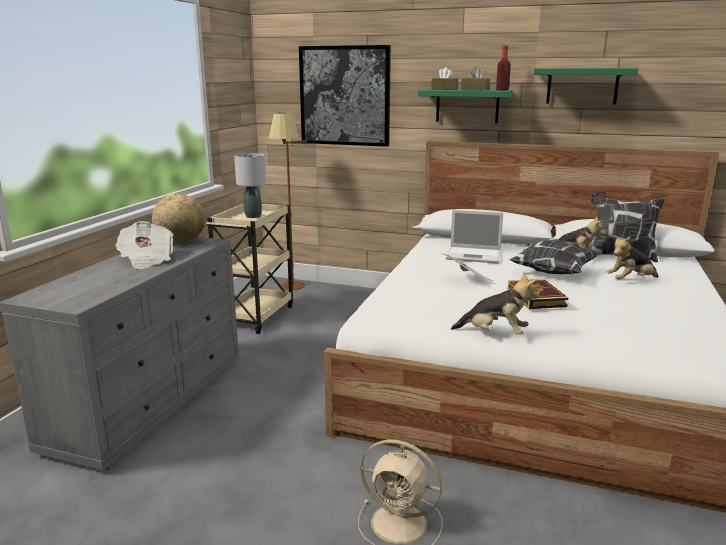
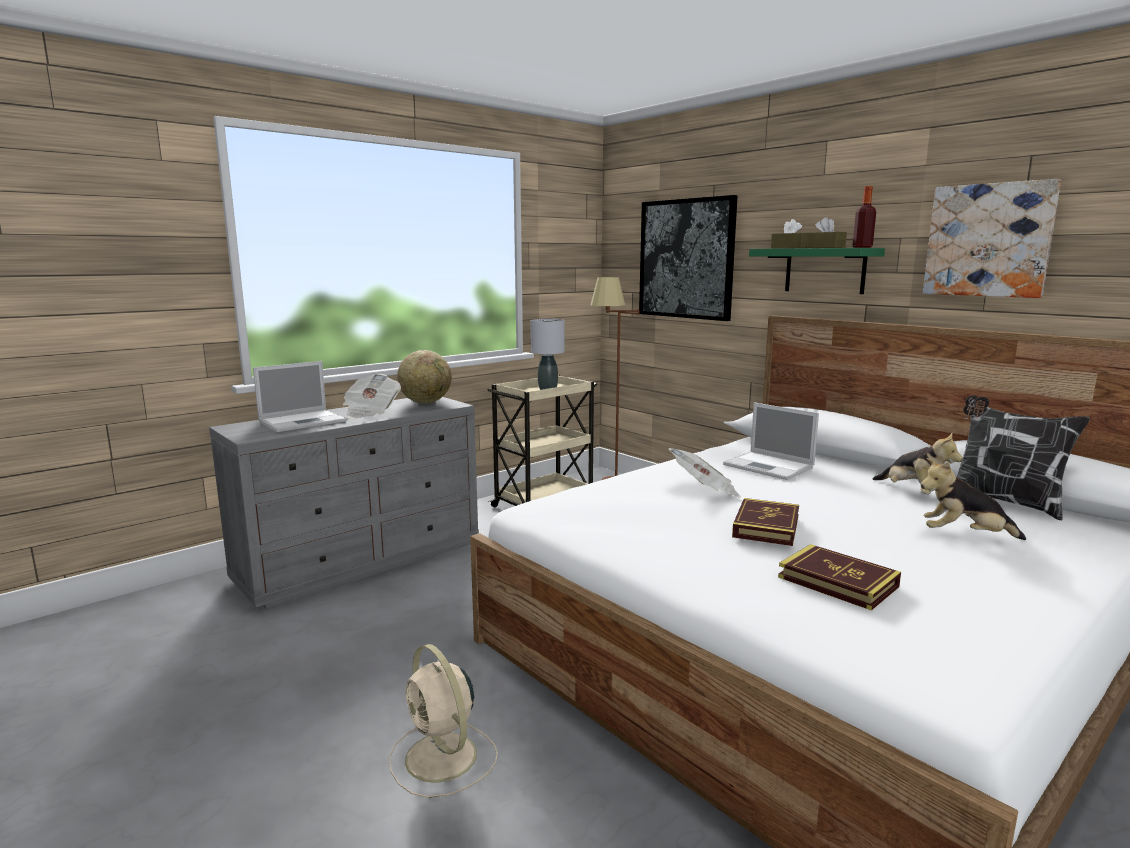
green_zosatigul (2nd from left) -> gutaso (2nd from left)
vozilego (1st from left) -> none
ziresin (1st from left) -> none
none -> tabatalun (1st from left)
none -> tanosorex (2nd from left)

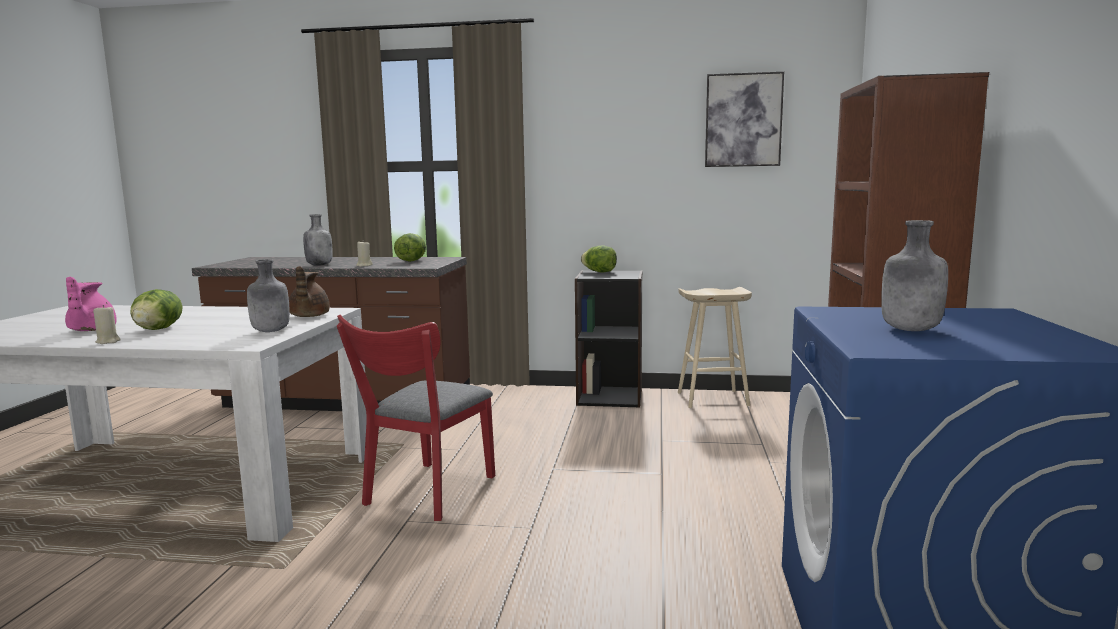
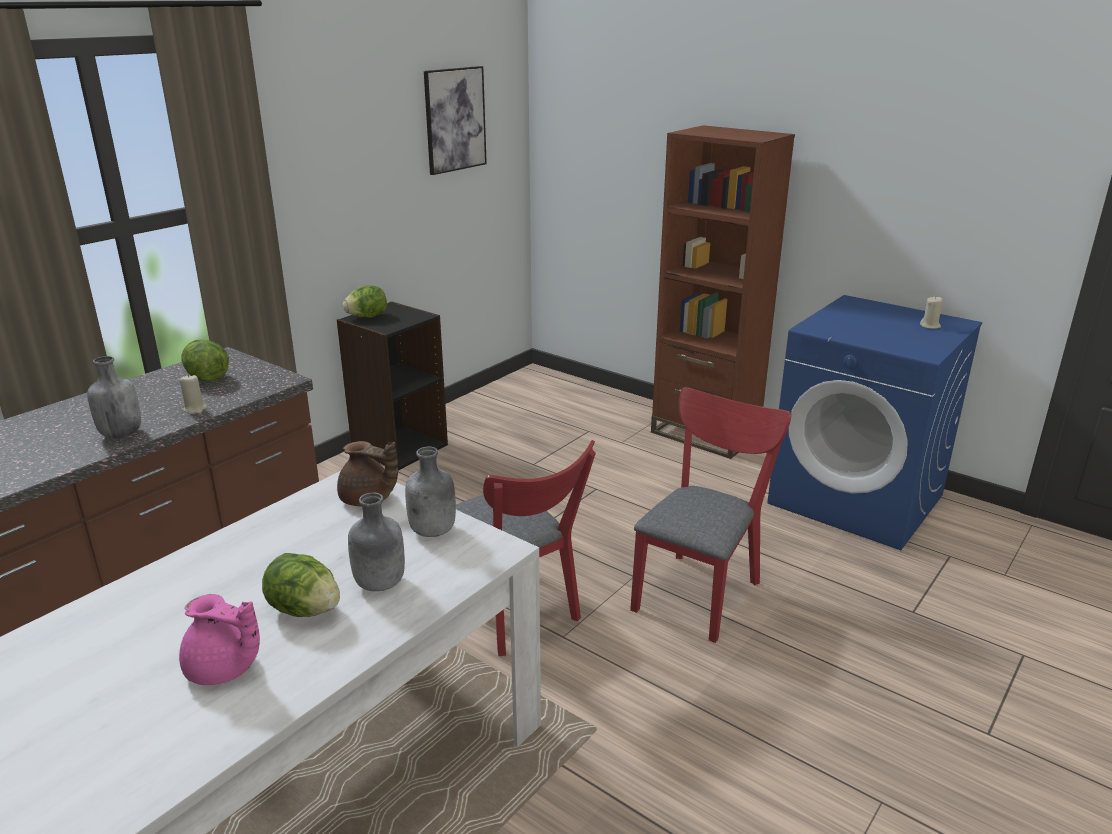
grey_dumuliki (3rd from left in the first image) -> grey_dumuliki (2nd from left), moved
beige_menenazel -> none
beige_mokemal (1st from left in the first image) -> beige_mokemal (2nd from left), moved
none -> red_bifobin (2nd from left)

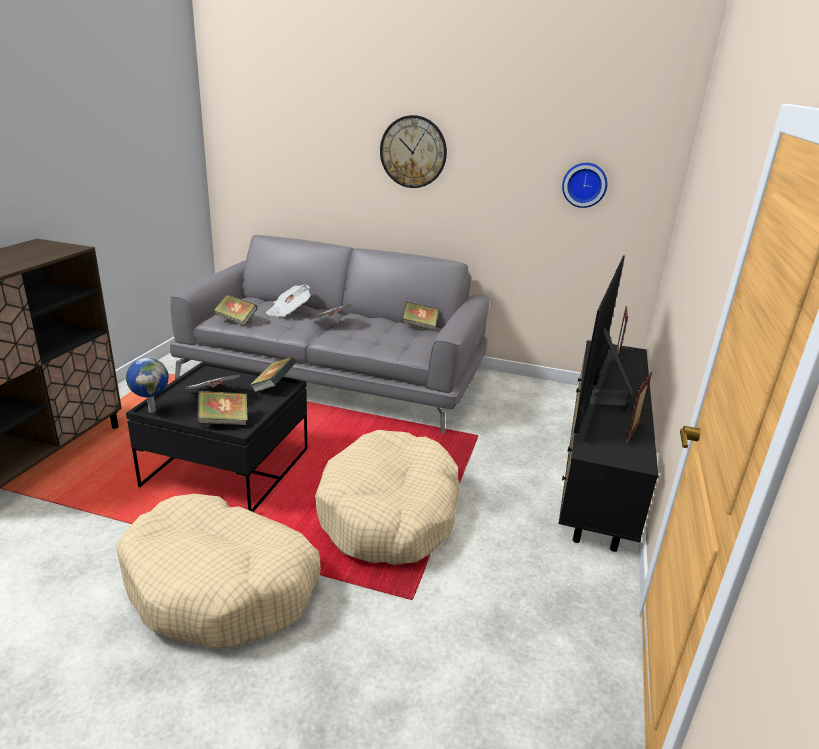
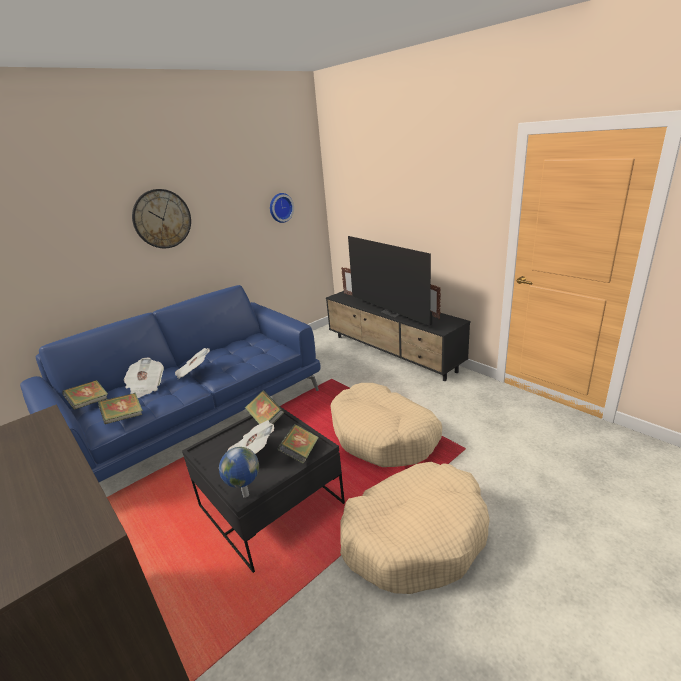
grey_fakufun -> blue_fakufun
tanosorex (4th from left in the first image) -> tanosorex (1st from left), moved

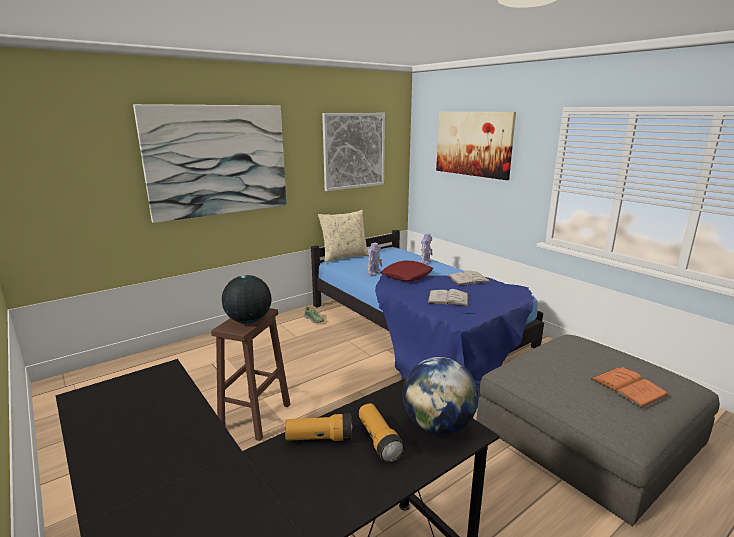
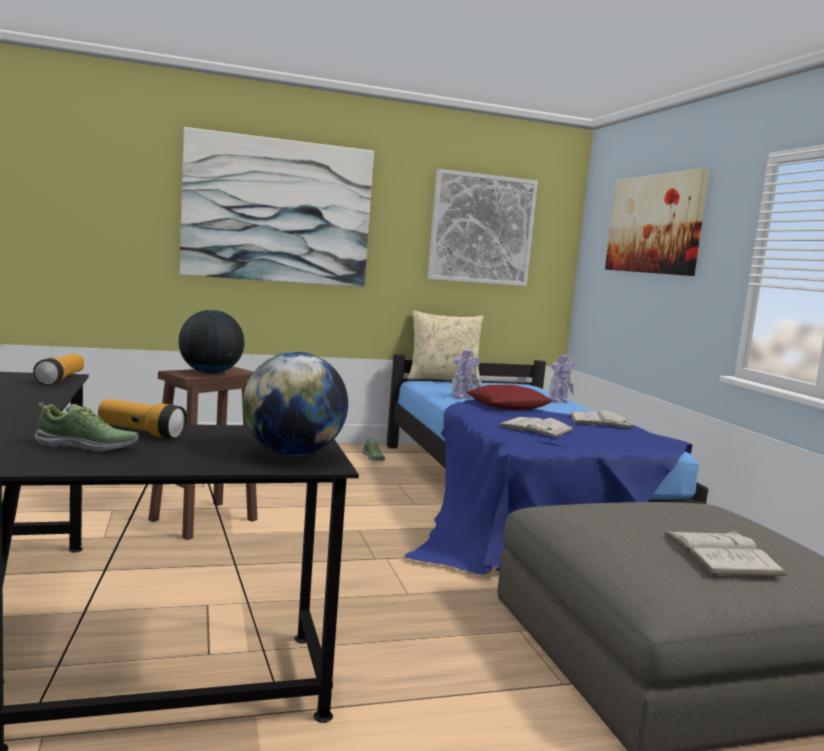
orange_tanosorex -> white_tanosorex (3rd from left)
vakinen (2nd from left in the first image) -> vakinen (1st from left), moved
none -> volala (1st from left)

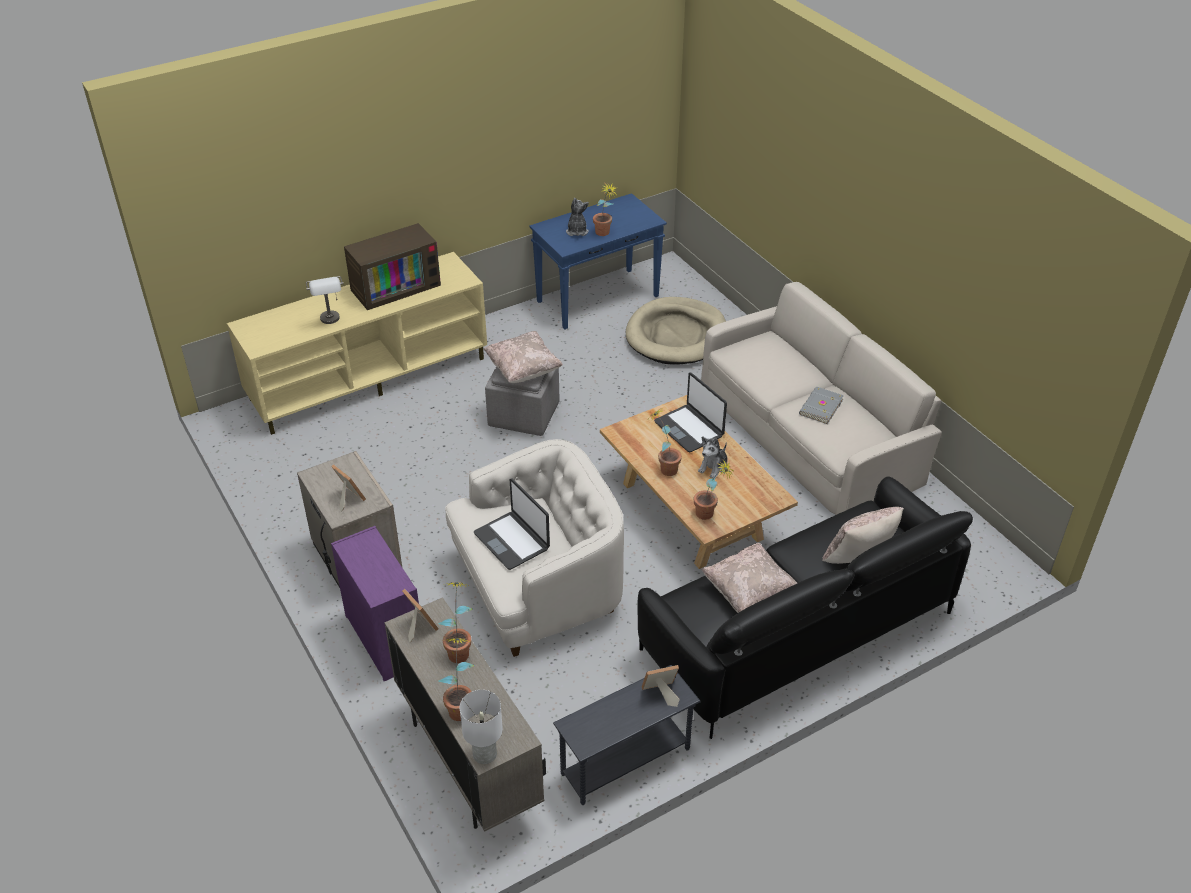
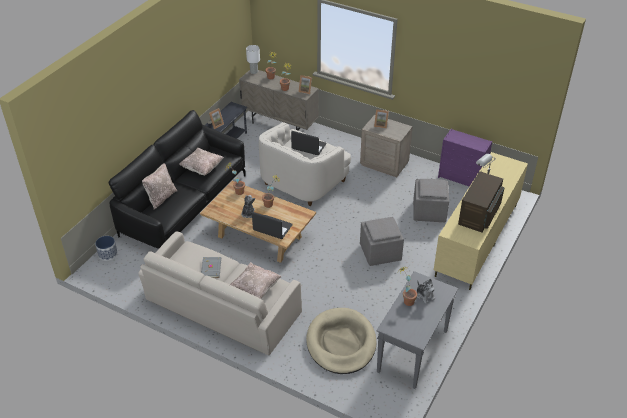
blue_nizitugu -> grey_nizitugu
beige_vozilego (1st from left in the first image) -> beige_vozilego (3rd from left), moved
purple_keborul, moved
none -> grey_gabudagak (2nd from left)
none -> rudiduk

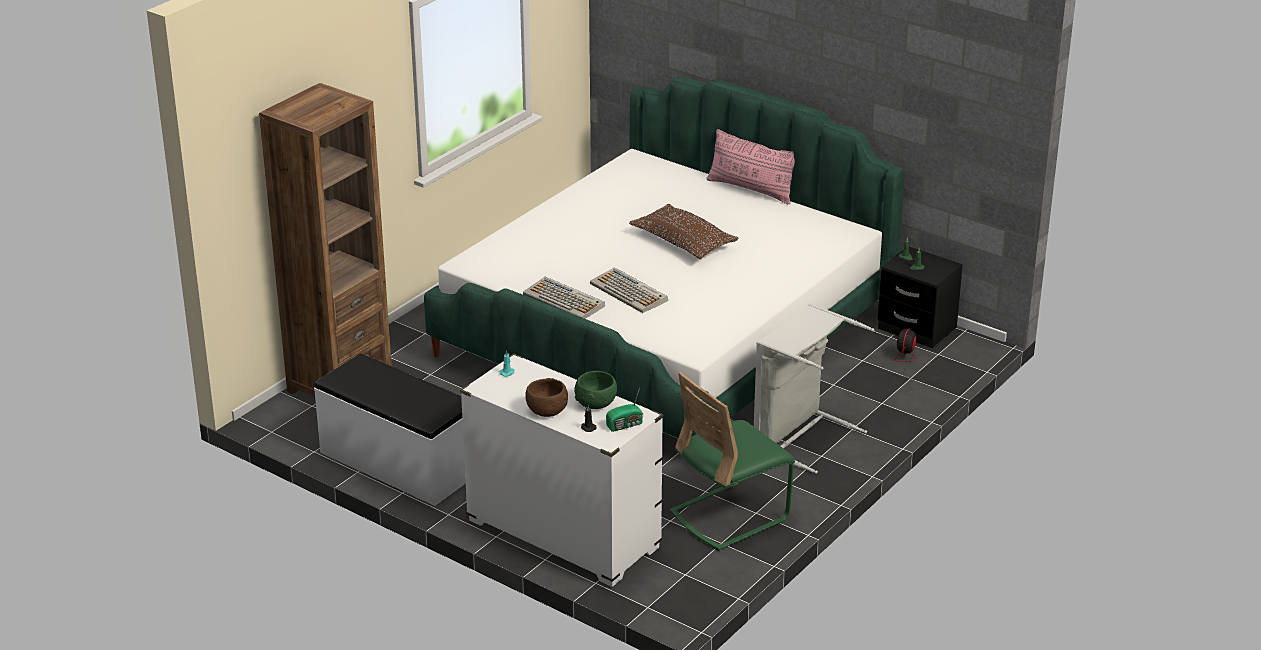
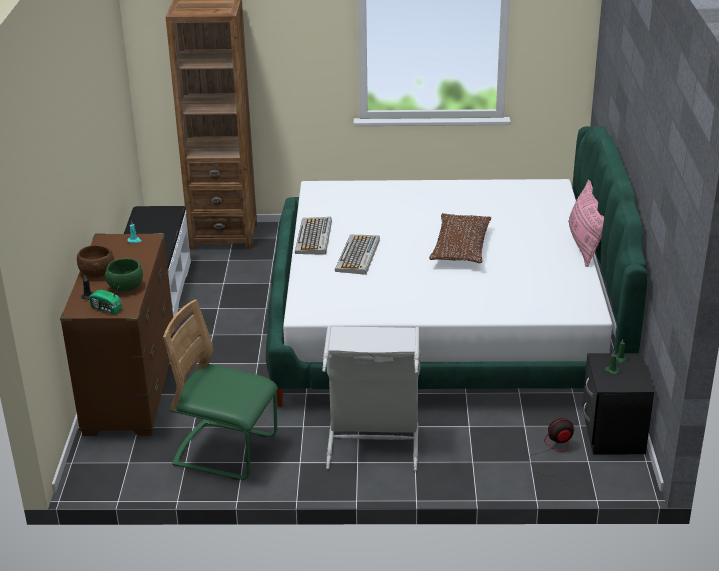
white_keborul -> brown_keborul

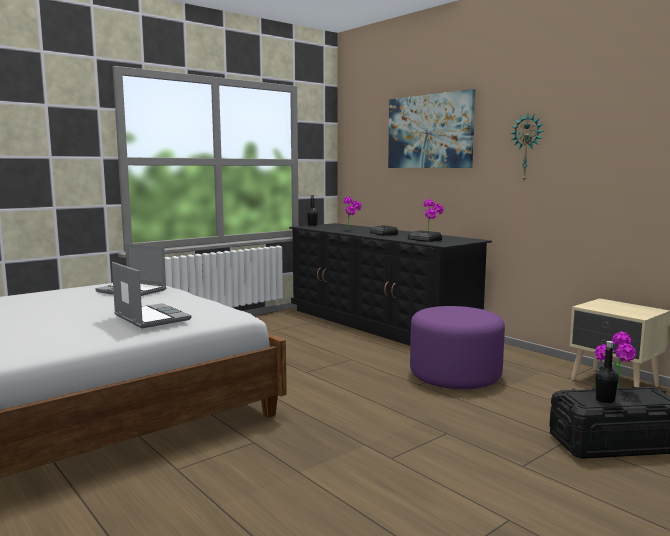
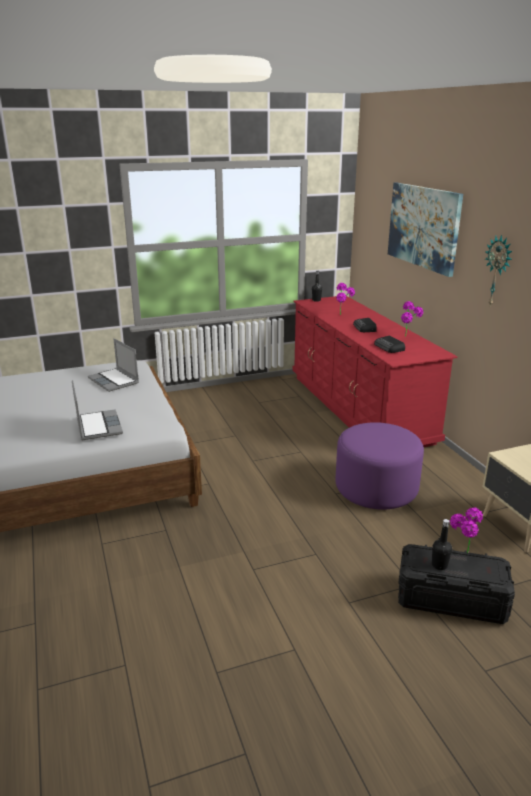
black_keborul -> red_keborul

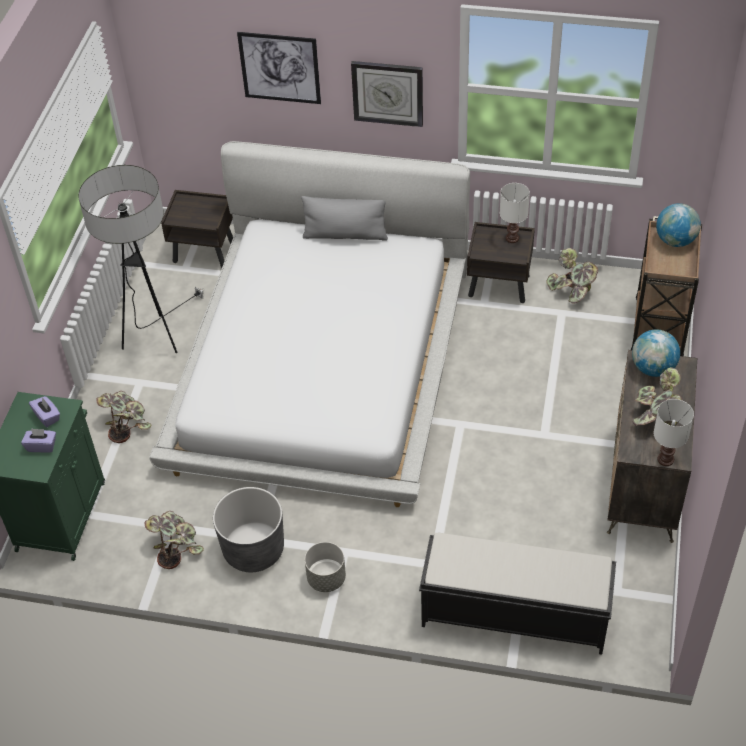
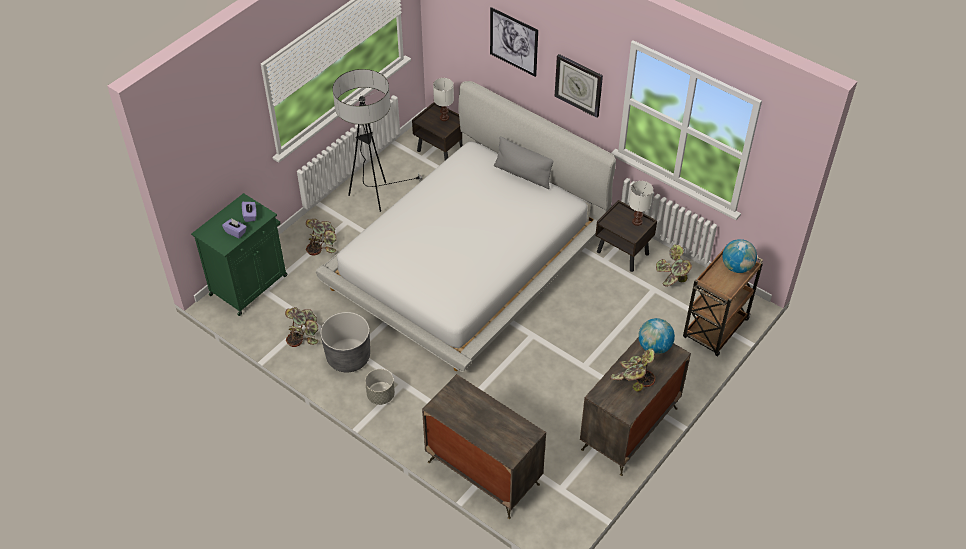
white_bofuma (2nd from left in the first image) -> white_bofuma (1st from left), moved
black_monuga -> keborul (1st from left)

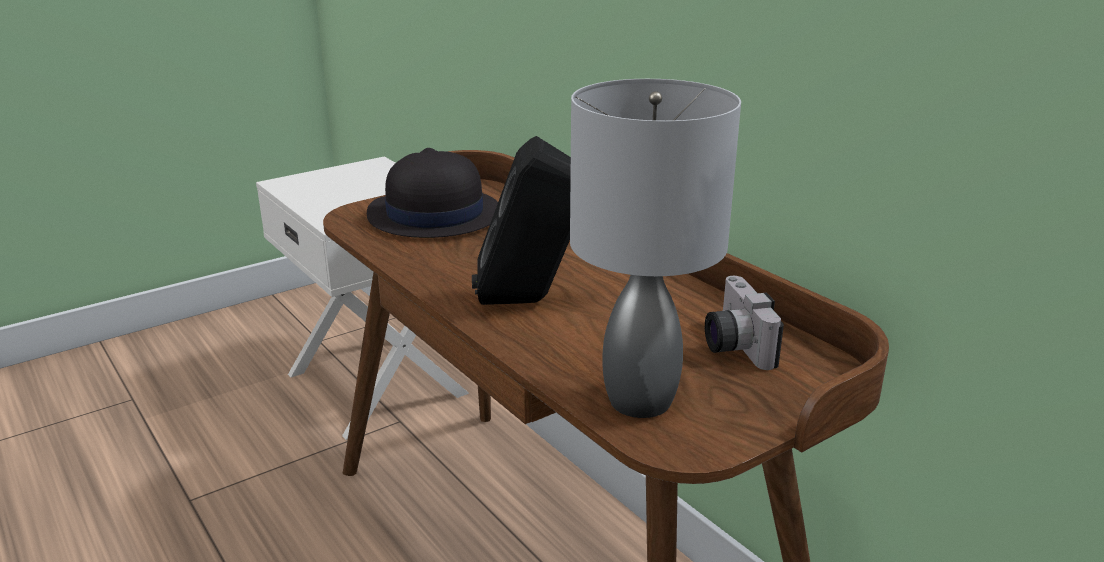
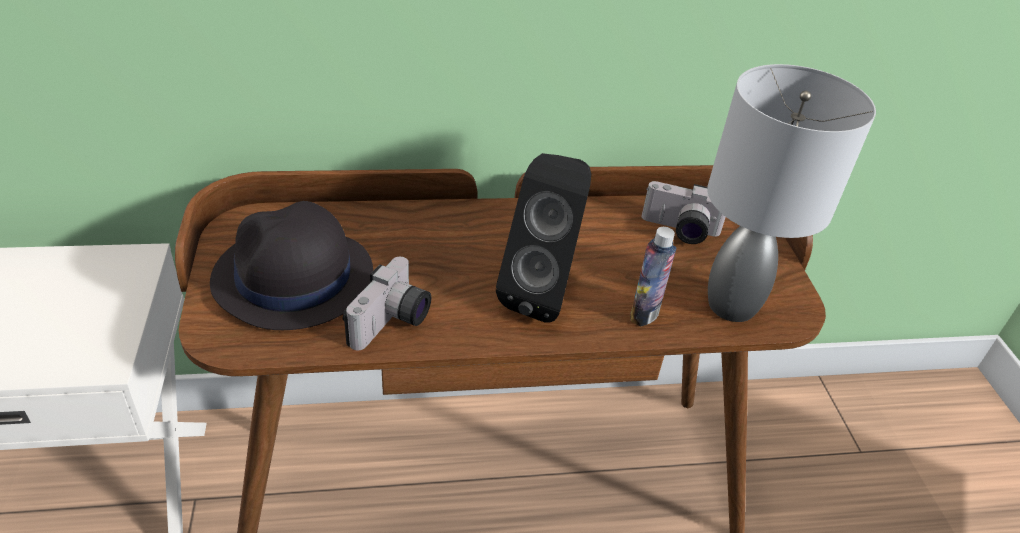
none -> dumuliki
none -> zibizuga (1st from left)

